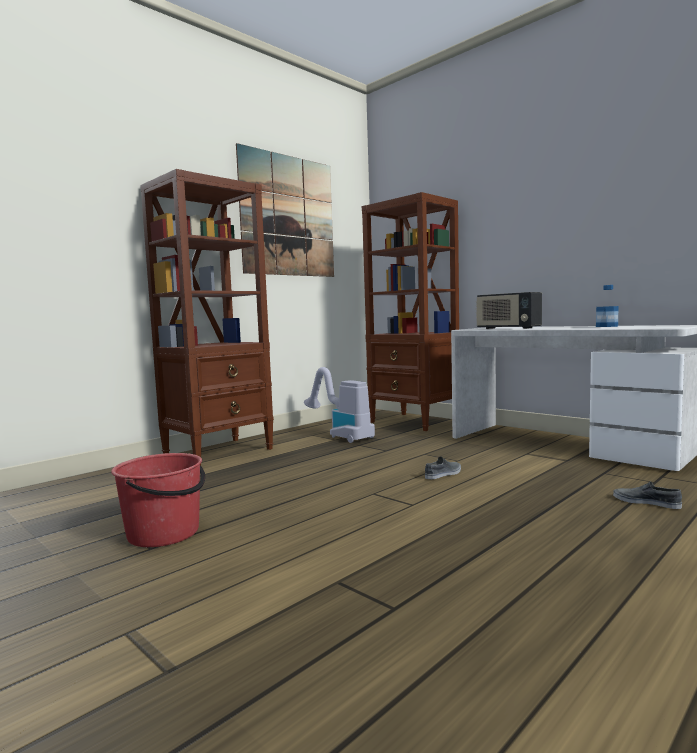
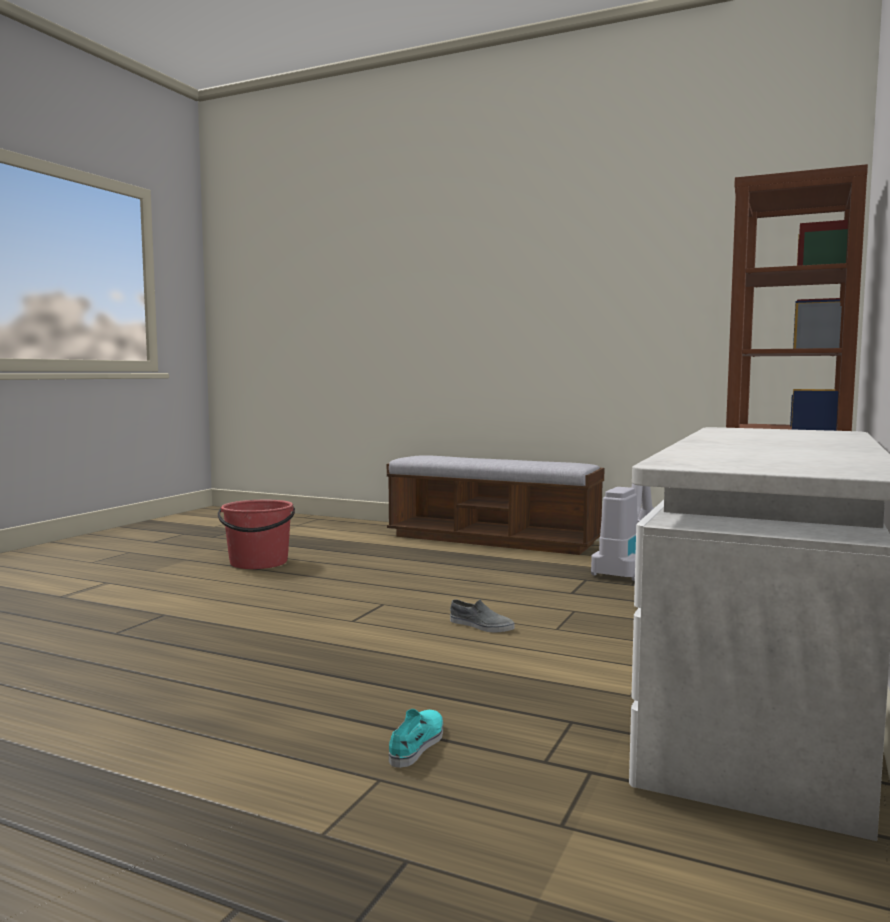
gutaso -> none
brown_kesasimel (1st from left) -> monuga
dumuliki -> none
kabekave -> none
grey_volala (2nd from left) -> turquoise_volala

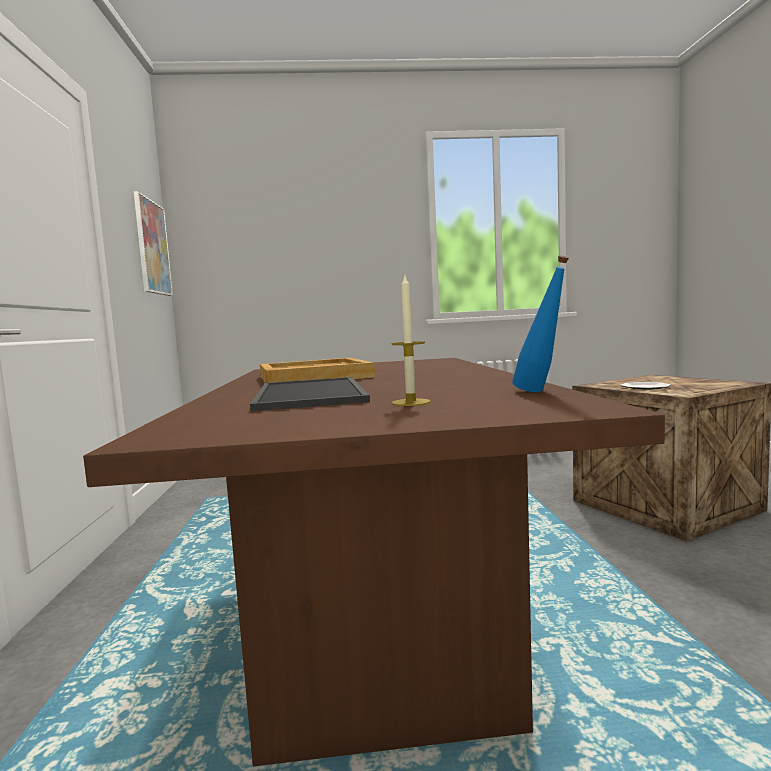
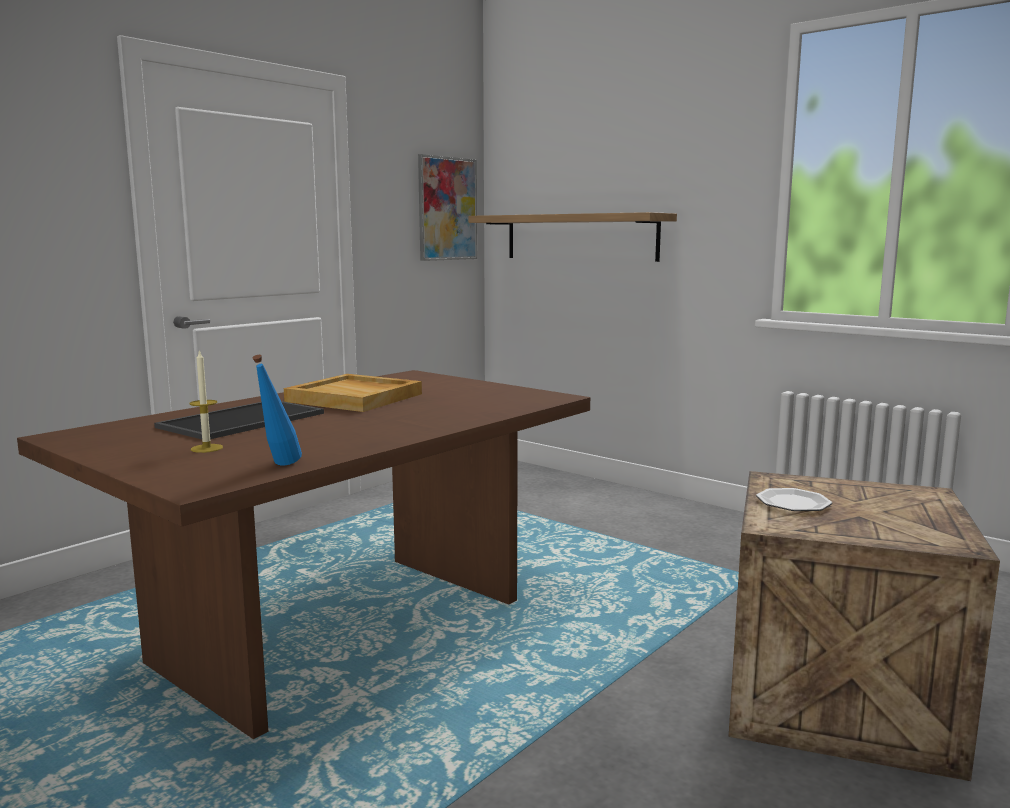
none -> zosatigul

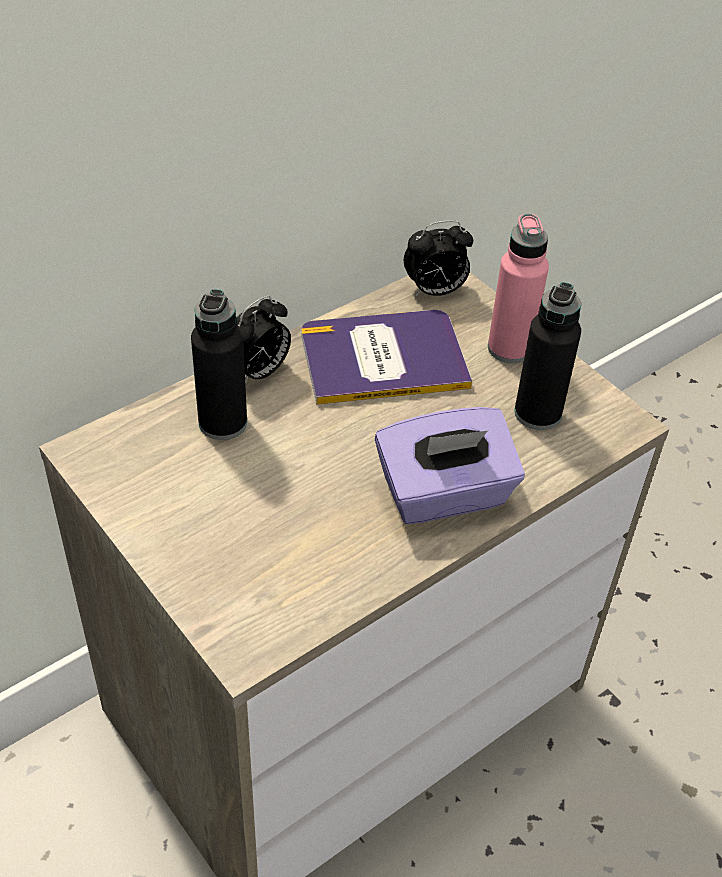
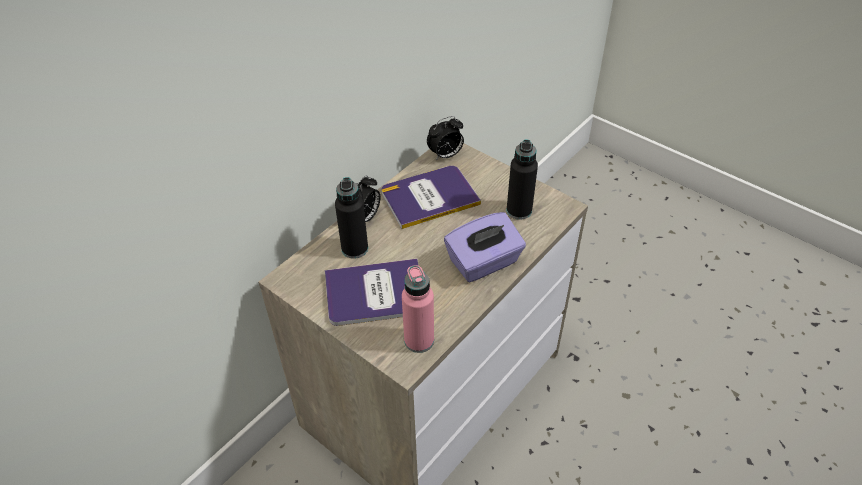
pink_dumuliki, moved
none -> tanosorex (1st from left)

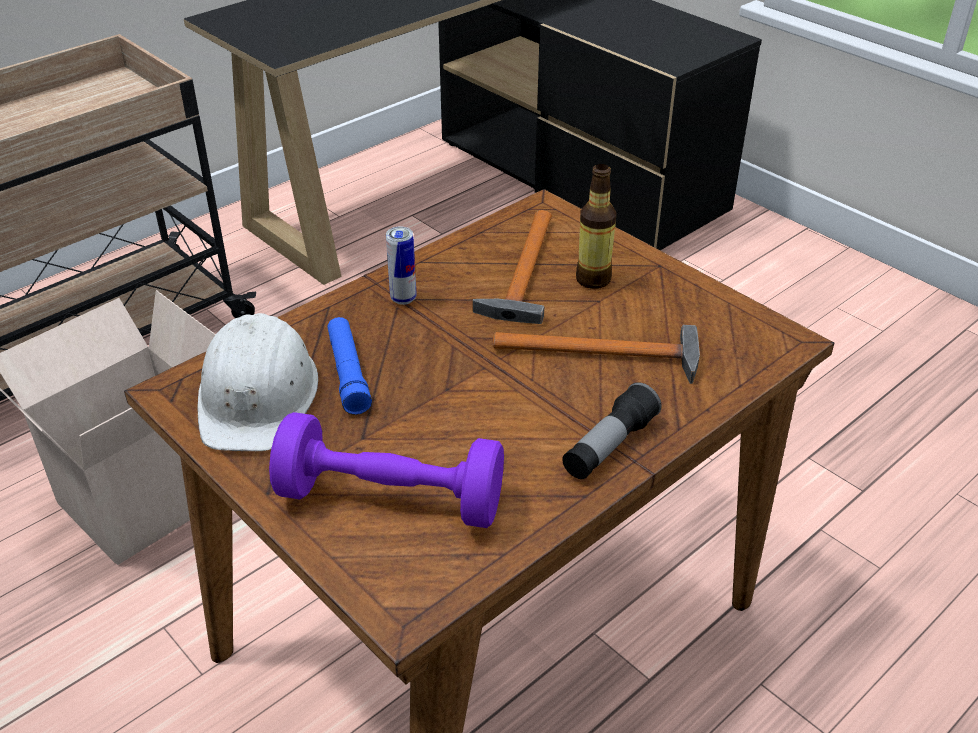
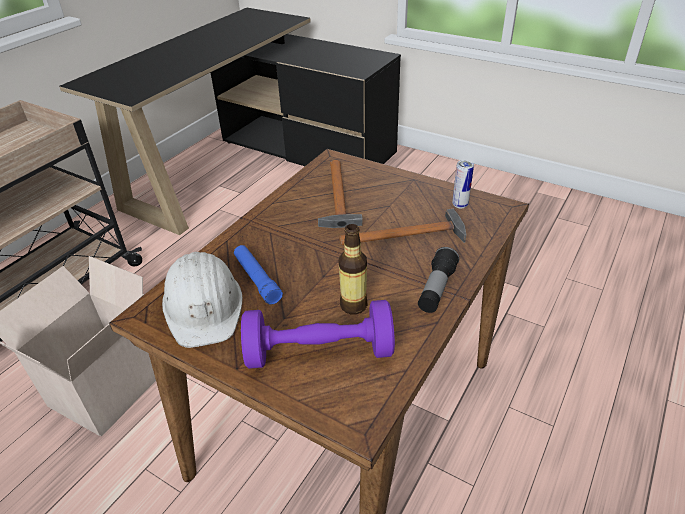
dumuliki, moved
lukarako, moved

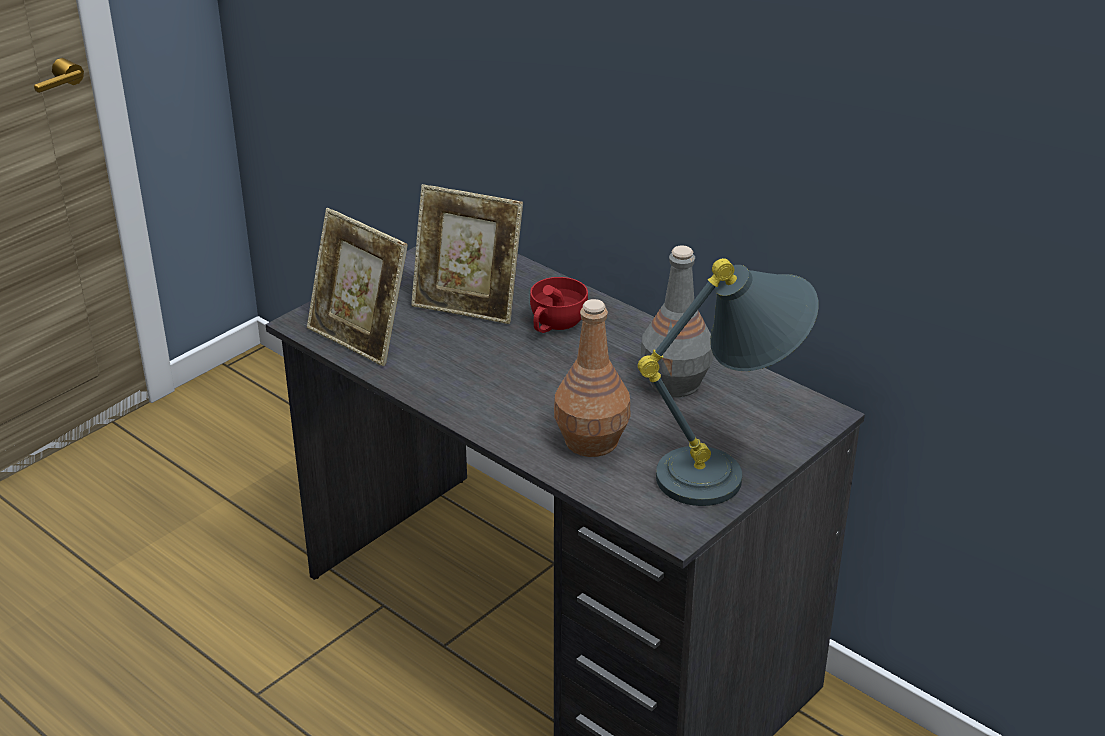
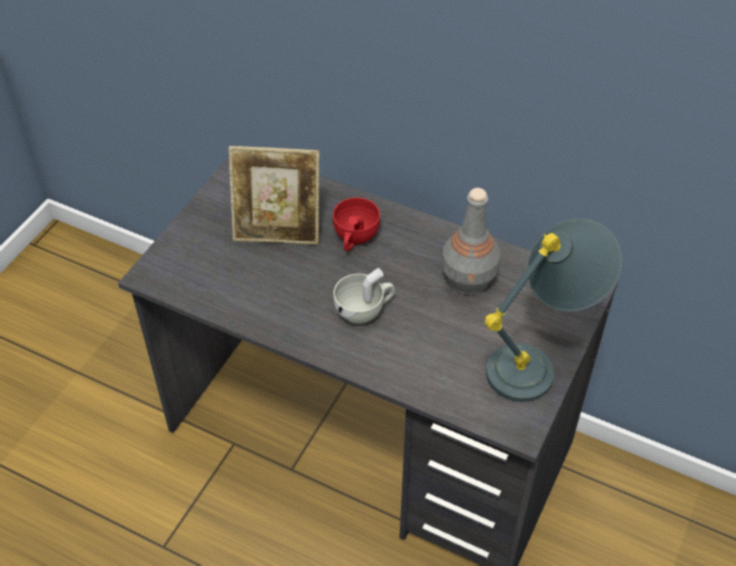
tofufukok (1st from left) -> none
brown_dumuliki -> none
none -> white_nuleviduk

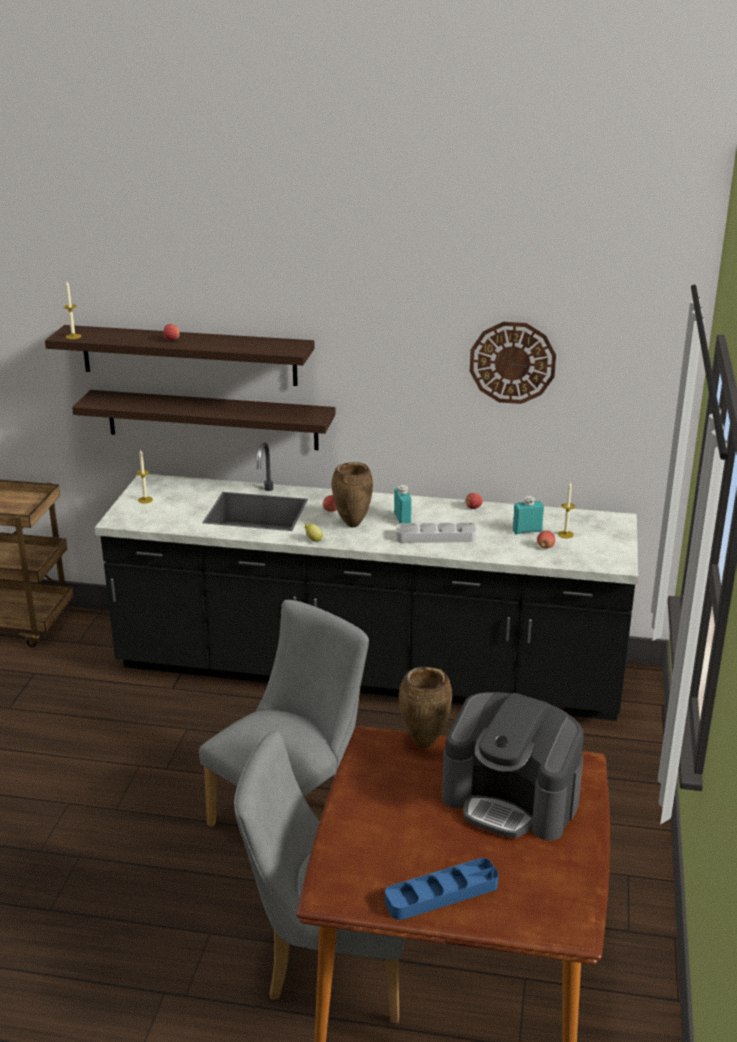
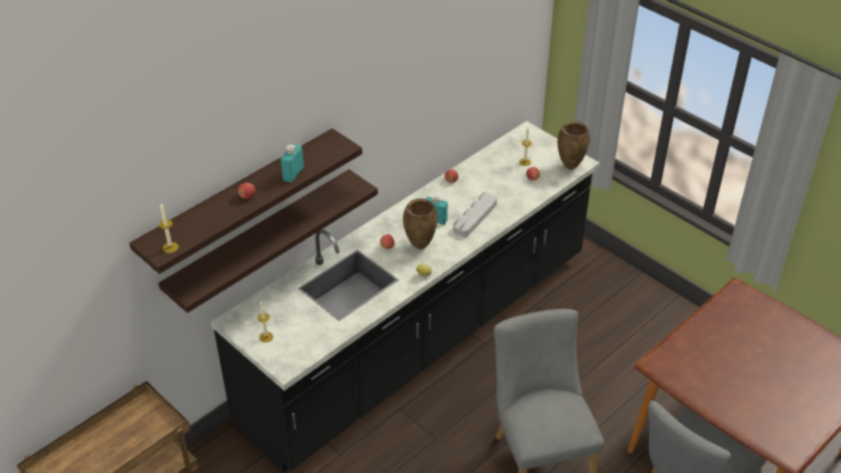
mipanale -> none
turquoise_dumuliki (2nd from left in the first image) -> turquoise_dumuliki (1st from left), moved
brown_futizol (2nd from left), moved
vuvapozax -> none
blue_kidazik -> none

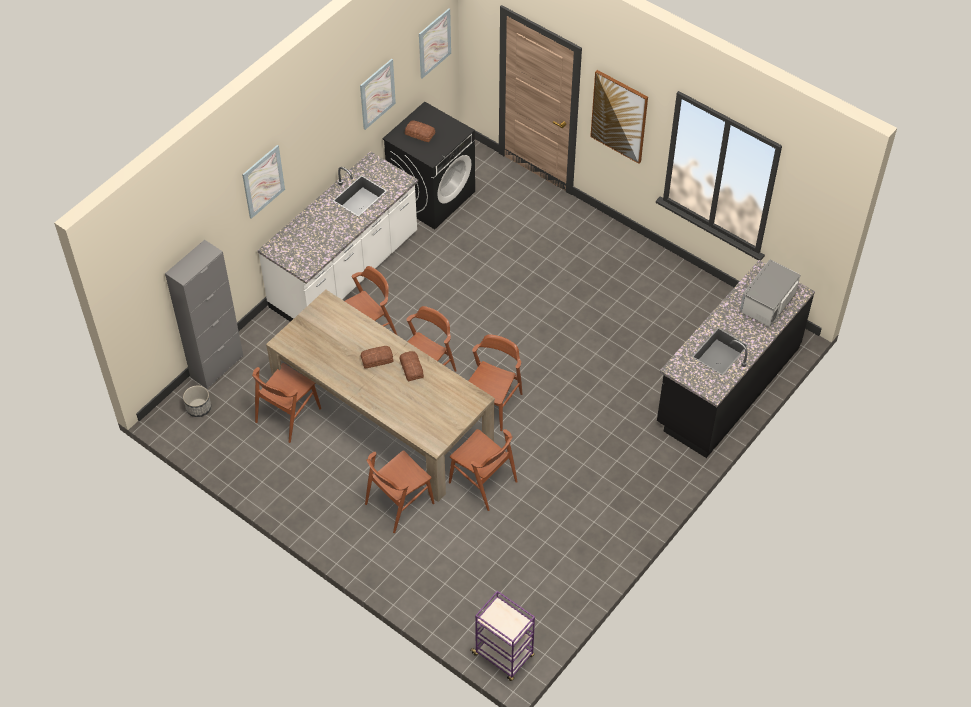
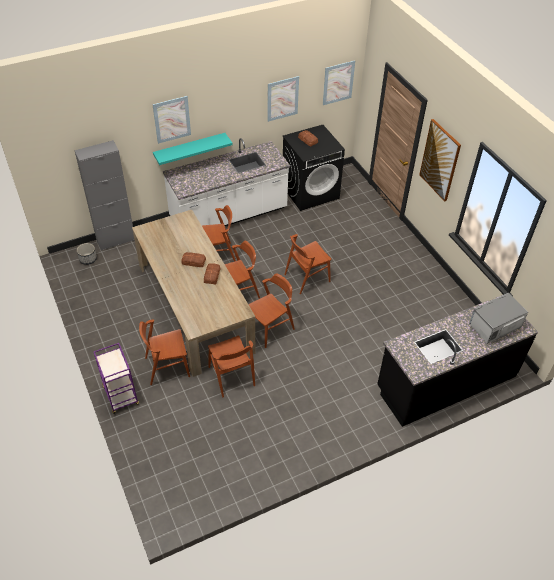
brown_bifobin (1st from left in the first image) -> brown_bifobin (6th from left), moved
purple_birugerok, moved
none -> turquoise_zosatigul

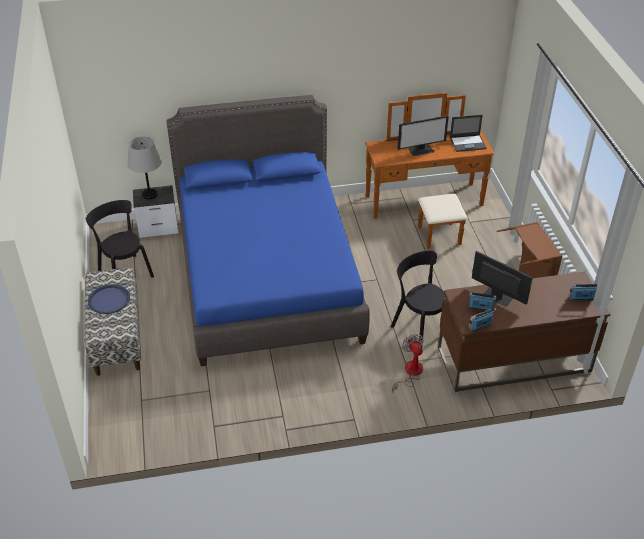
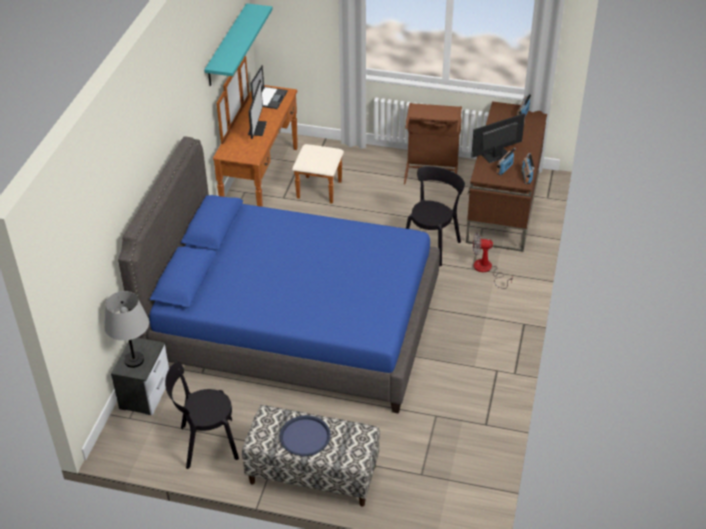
black_bifobin (2nd from left), 135 degrees clockwise
none -> turquoise_zosatigul

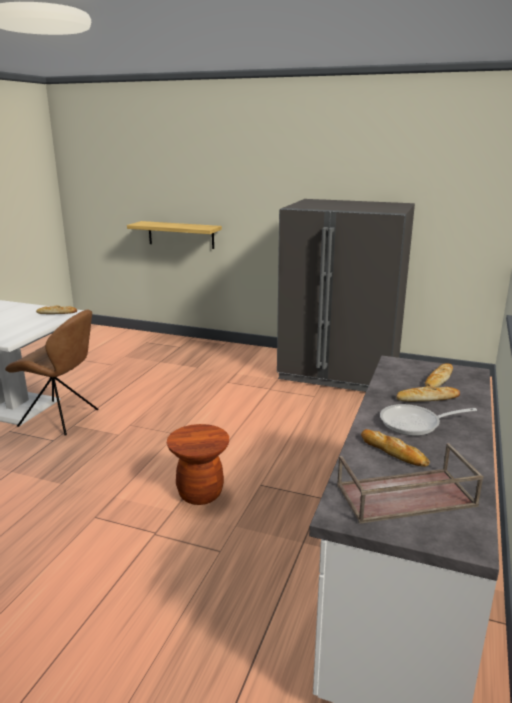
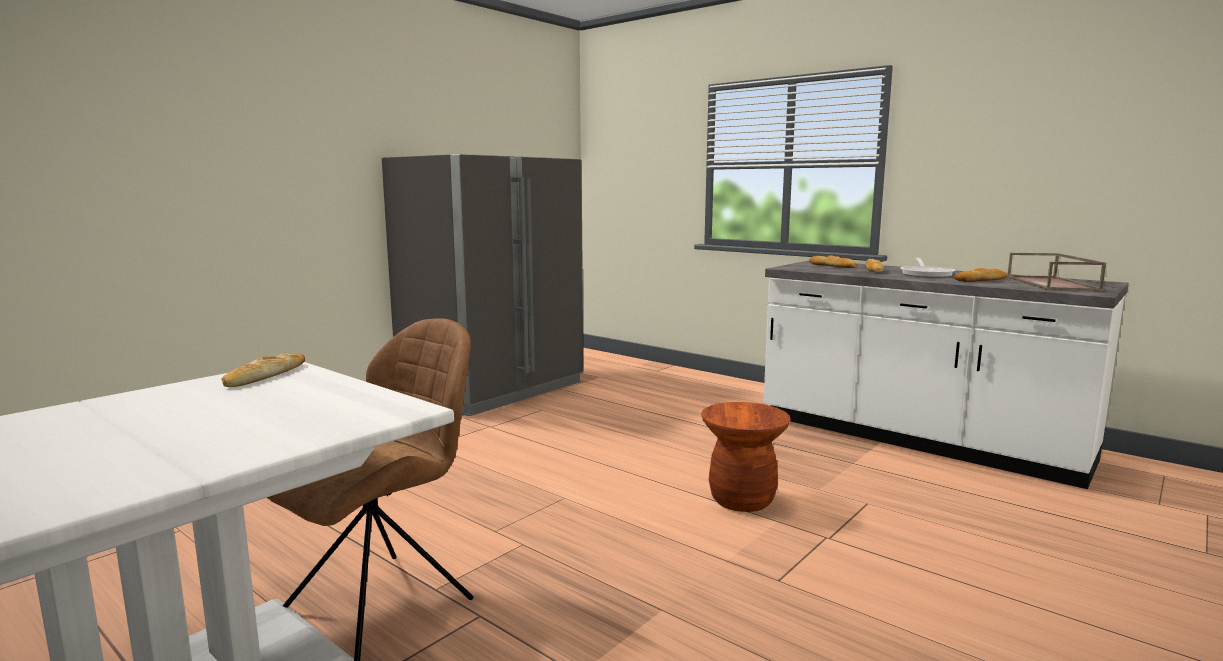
zosatigul -> none

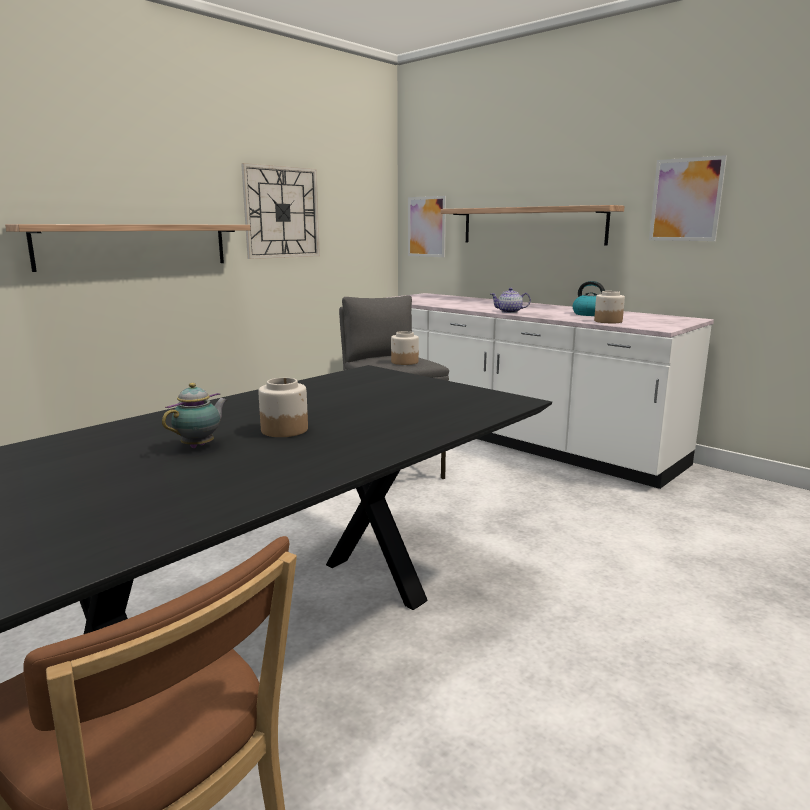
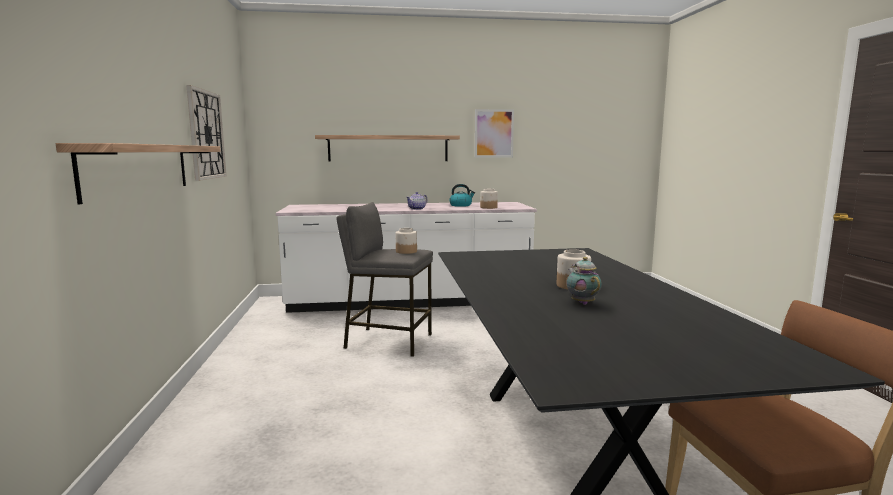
gutaso (1st from left) -> none

